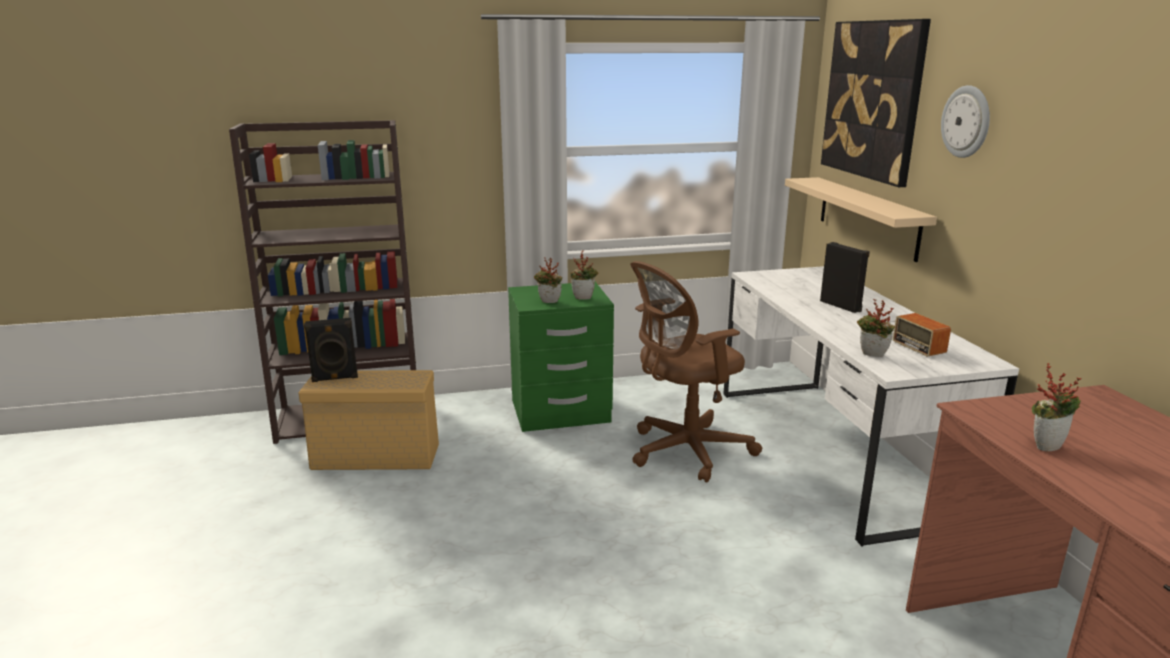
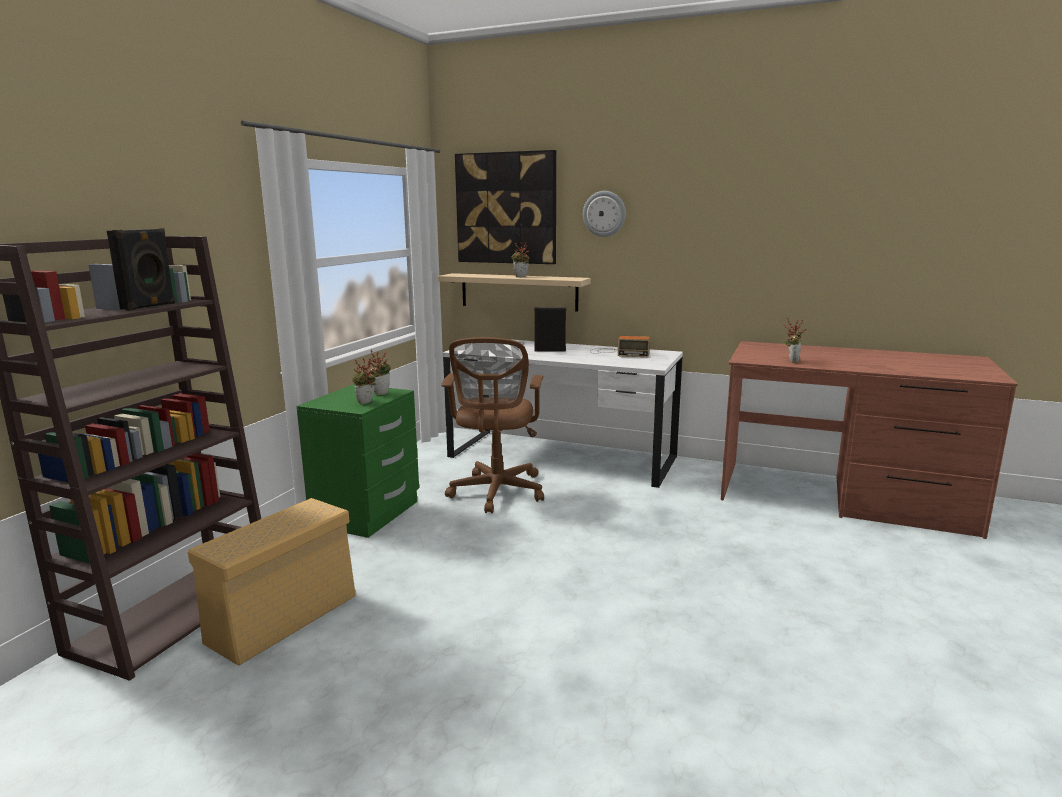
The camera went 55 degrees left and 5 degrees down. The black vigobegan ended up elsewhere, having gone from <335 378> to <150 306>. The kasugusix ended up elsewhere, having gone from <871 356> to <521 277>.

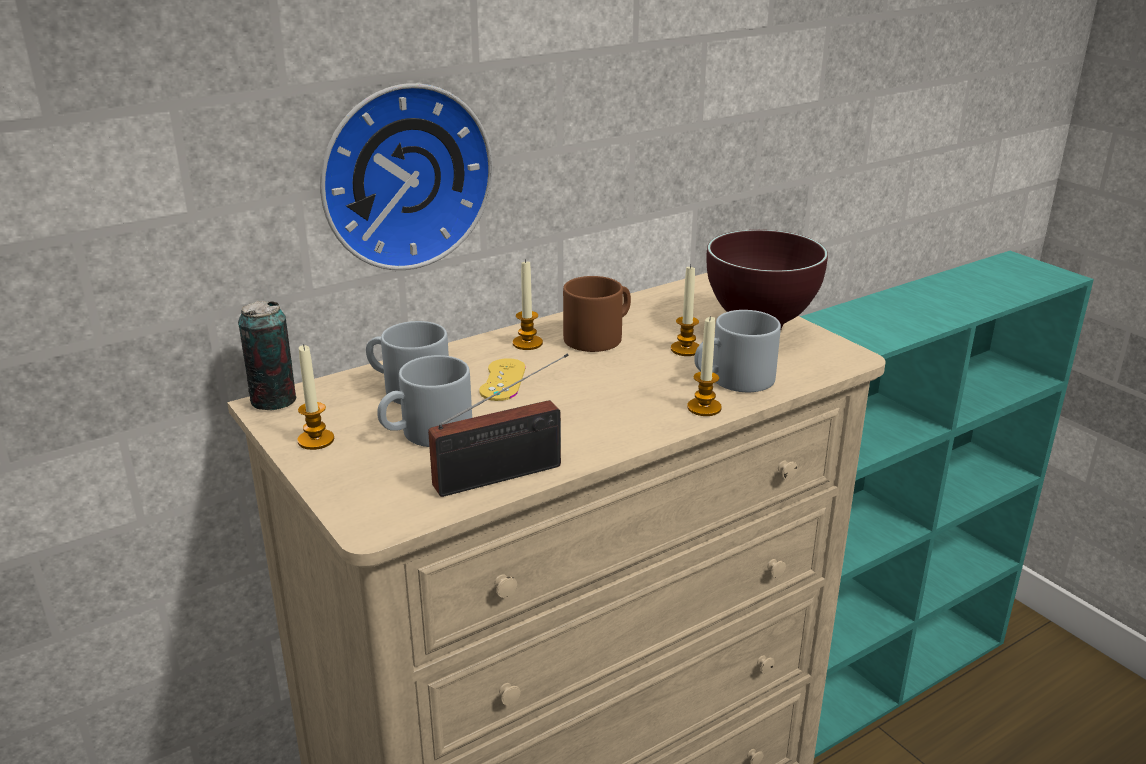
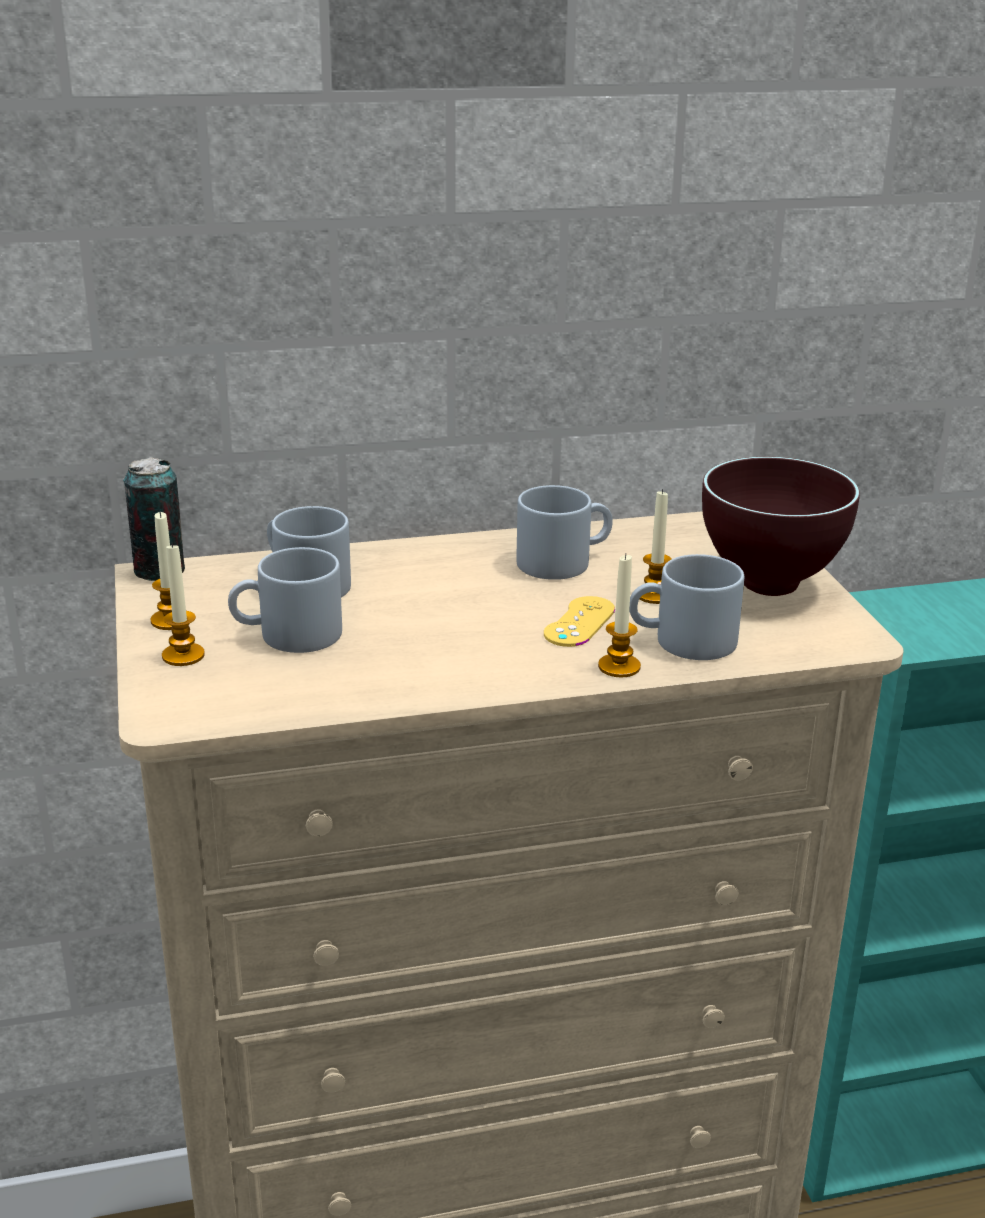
The camera went 20 degrees right and 0 degrees up. The second view lost the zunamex at <403 175>. The second view lost the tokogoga at <505 475>. The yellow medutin ended up elsewhere, having gone from <502 380> to <579 622>. The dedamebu ended up elsewhere, having gone from <527 343> to <183 655>. What was the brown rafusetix at <599 336> turned into the grey rafusetix at <564 561>.

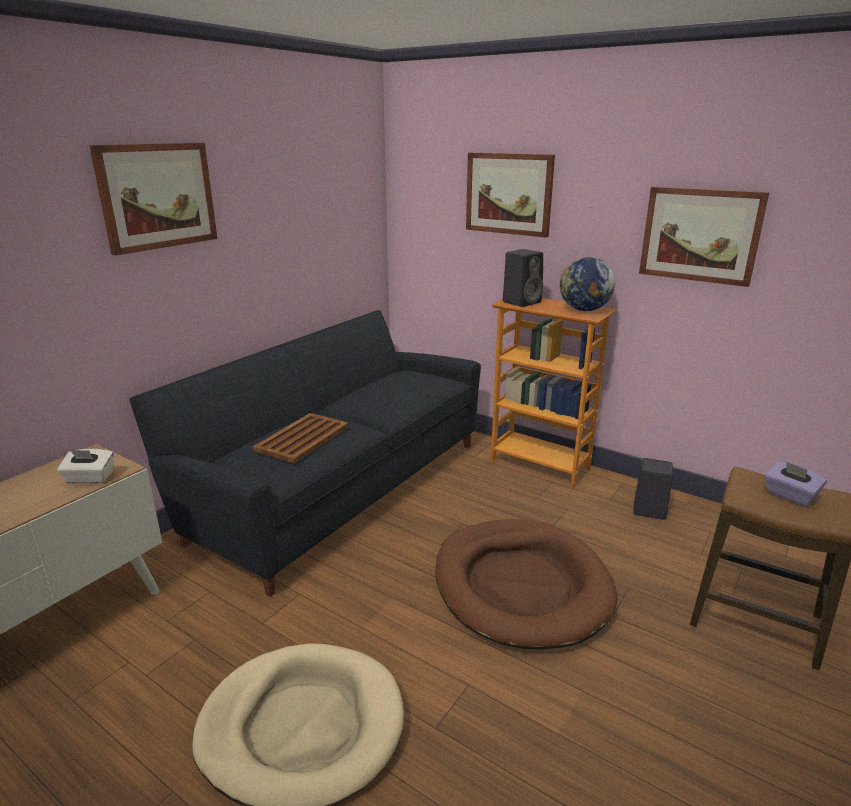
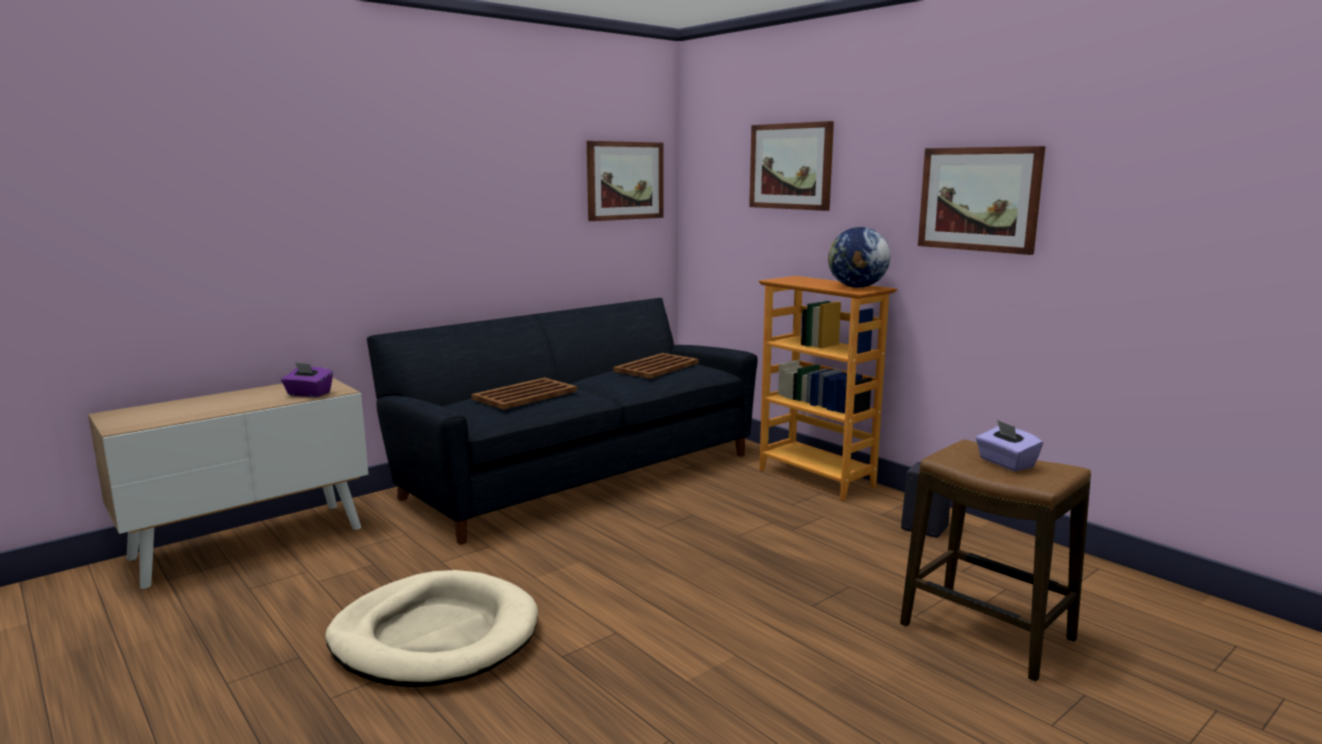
The camera went 15 degrees right and 10 degrees down. The second view lost the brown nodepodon at <521 586>. The second view lost the black vigobegan at <522 302>. The second view gained the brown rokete at <656 367>. The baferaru ended up elsewhere, having gone from <157 196> to <624 180>. What was the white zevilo at <89 478> turned into the purple zevilo at <308 394>.

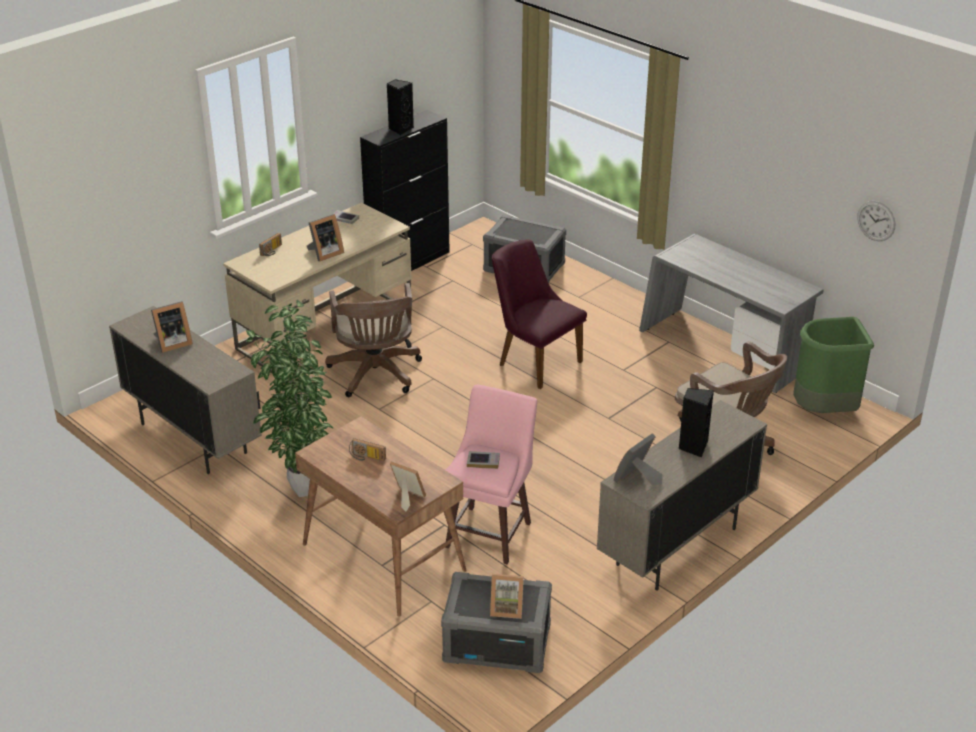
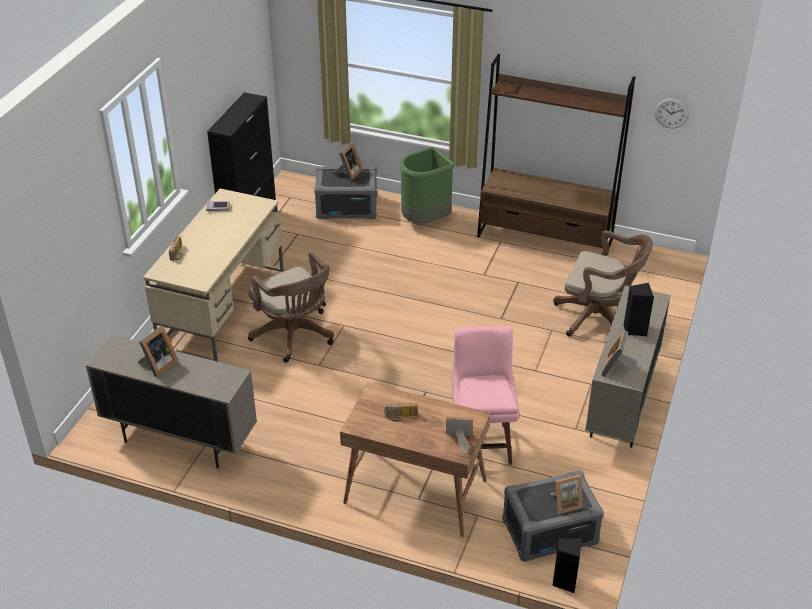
The camera went 25 degrees left and 5 degrees up. The second view lost the kasugusix at <301 488>. The second view lost the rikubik at <483 462>. The second view lost the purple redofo at <534 360>. The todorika ended up elsewhere, having gone from <324 253> to <348 174>. The black vigobegan ended up elsewhere, having gone from <400 129> to <564 581>. The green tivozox ended up elsewhere, having gone from <824 410> to <425 220>. Where the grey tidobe stood at <723 351>, the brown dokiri came to stand at <545 238>.

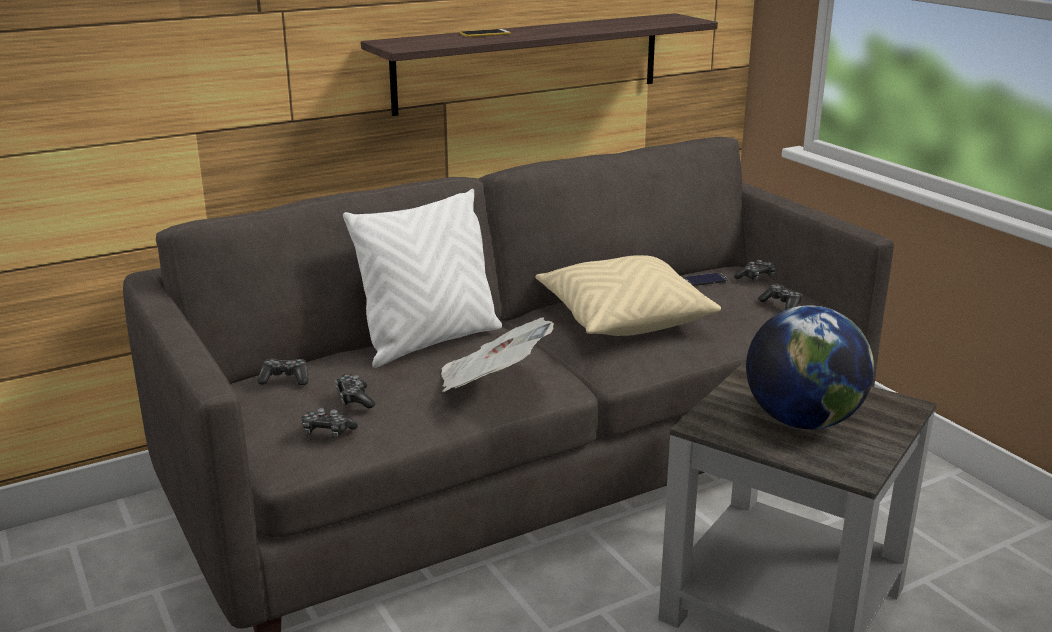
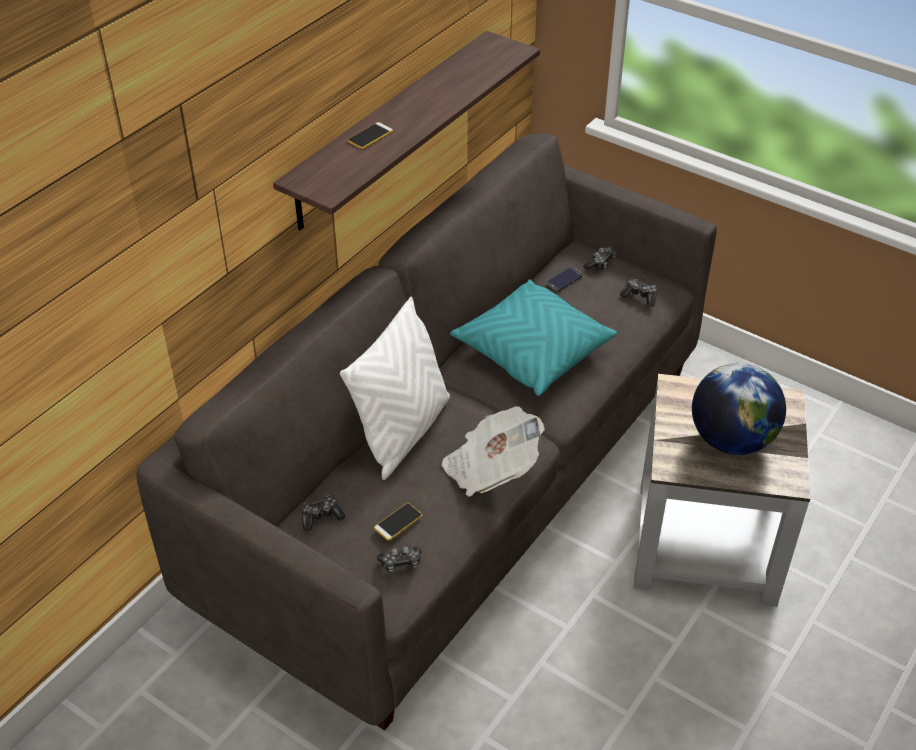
The camera went 25 degrees left and 20 degrees up. Where the medutin stood at <355 399>, the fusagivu came to stand at <398 522>. What was the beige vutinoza at <622 318> turned into the turquoise vutinoza at <532 351>.

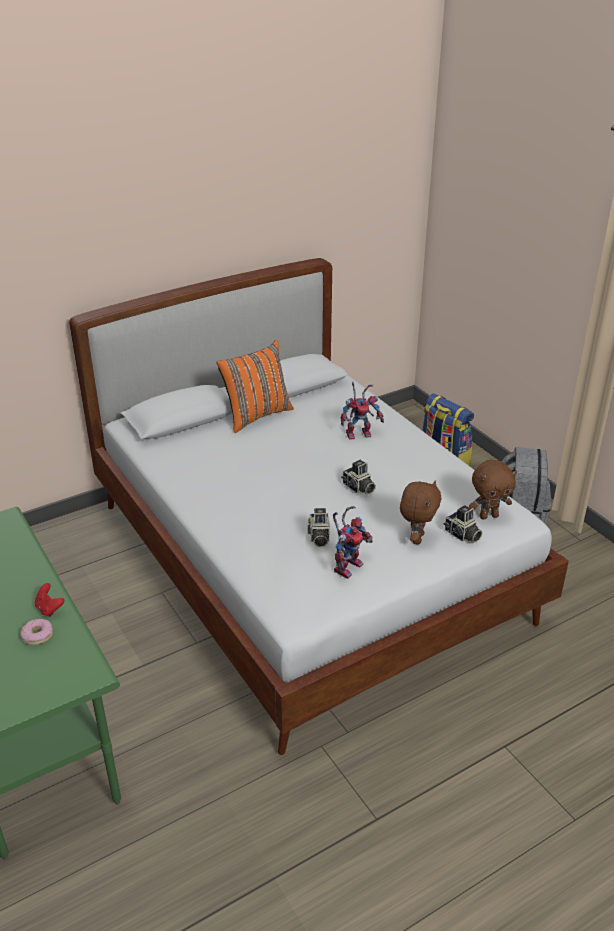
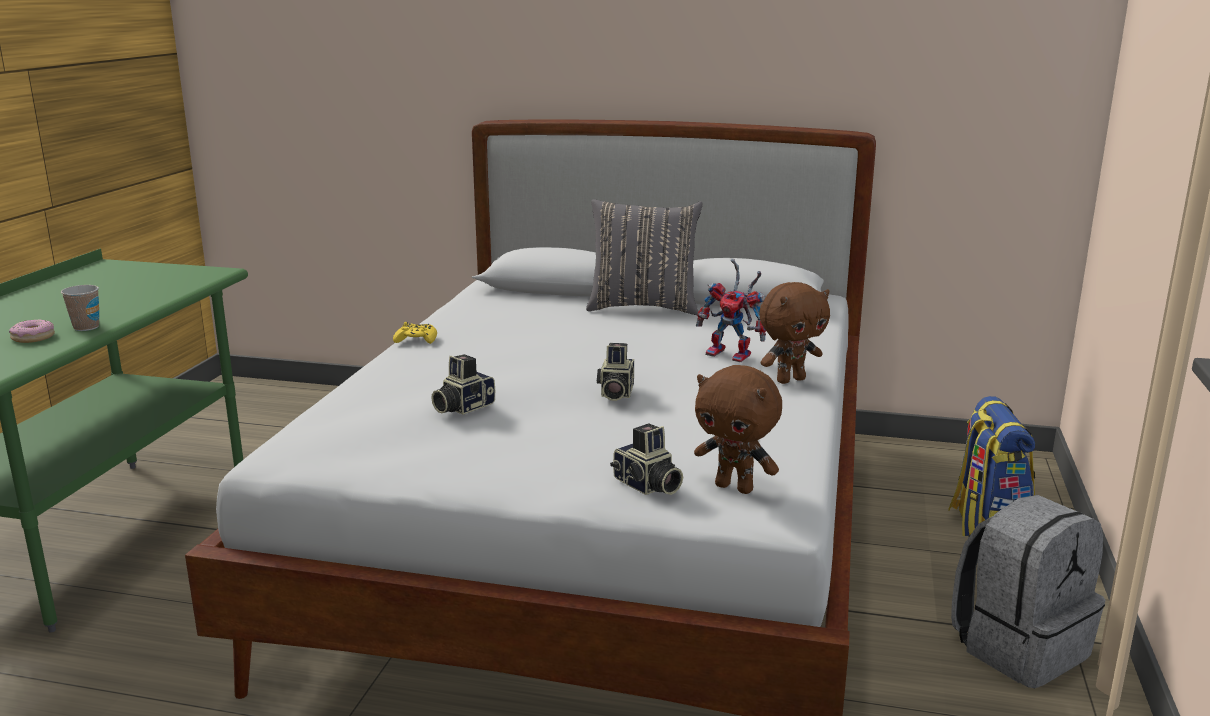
The camera went 45 degrees right and 15 degrees down. The second view lost the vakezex at <348 565>. The second view gained the yellow medutin at <416 340>. The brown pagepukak ended up elsewhere, having gone from <416 538> to <790 380>. Where the red medutin stood at <49 608>, the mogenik came to stand at <86 327>. What was the orange vutinoza at <256 415> turned into the grey vutinoza at <643 307>. The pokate at <462 535> ended up facing another way, 45 degrees counterclockwise from before.

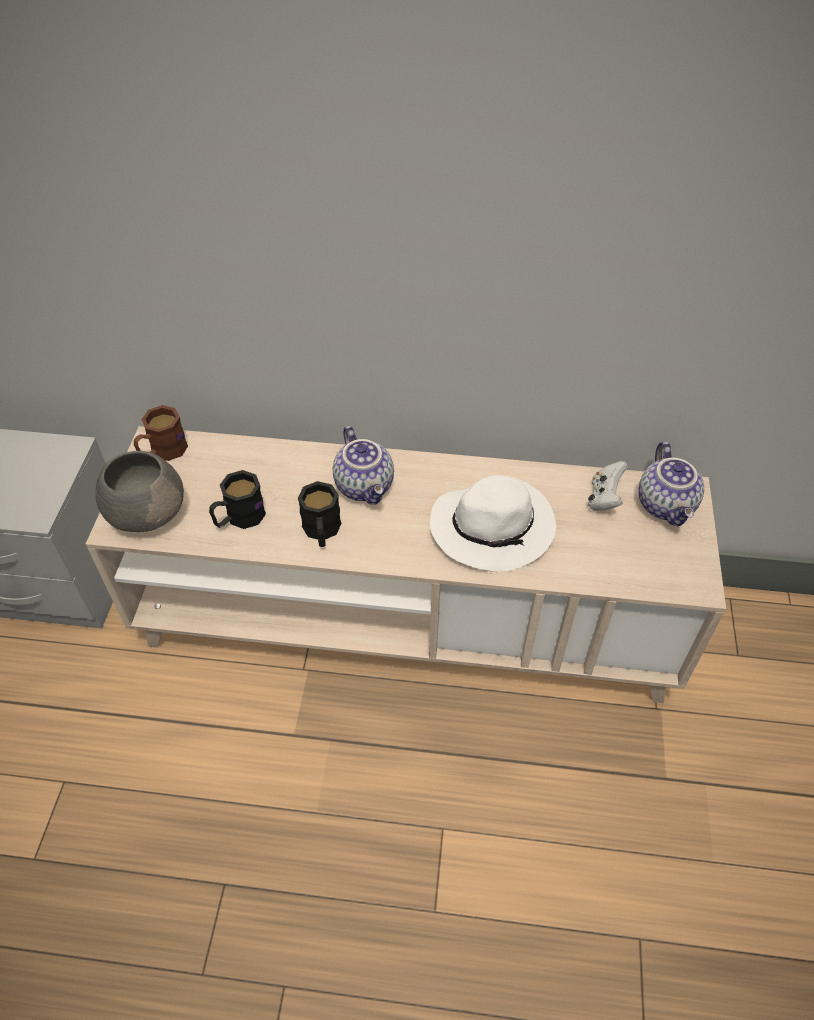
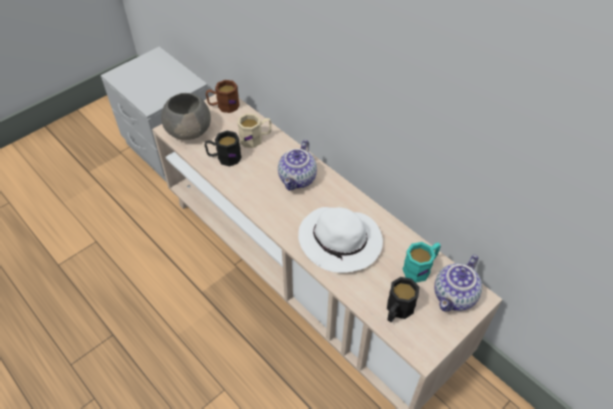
The camera went 40 degrees right and 0 degrees up. The second view gained the beige rafusetix at <256 139>. The black rafusetix ended up elsewhere, having gone from <322 532> to <397 311>. Where the white medutin stood at <604 498>, the turquoise rafusetix came to stand at <421 267>.

